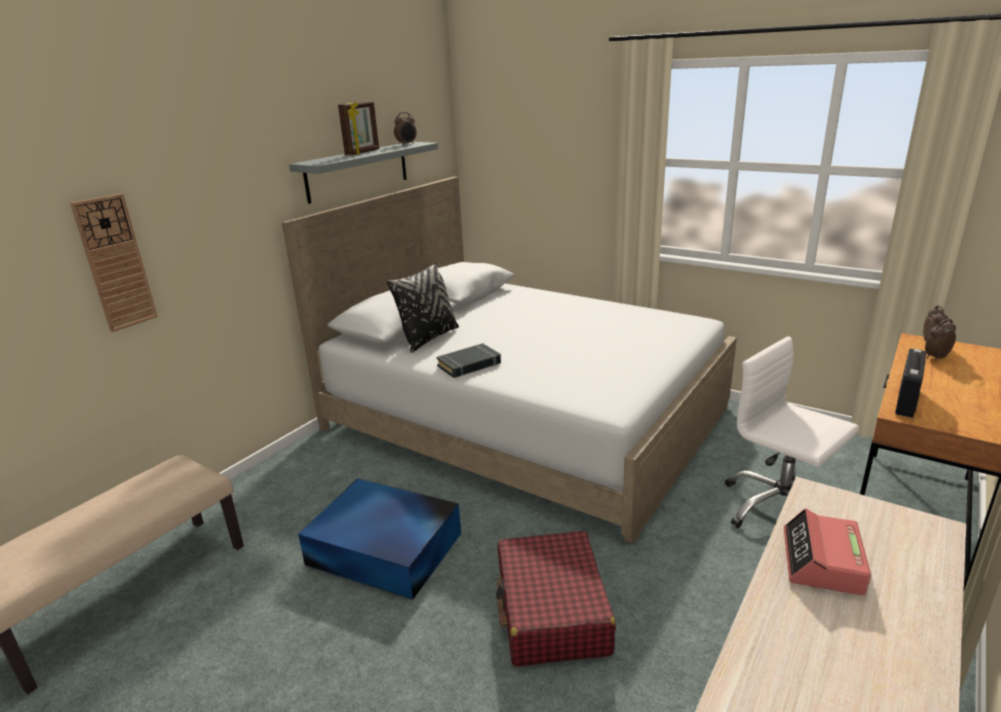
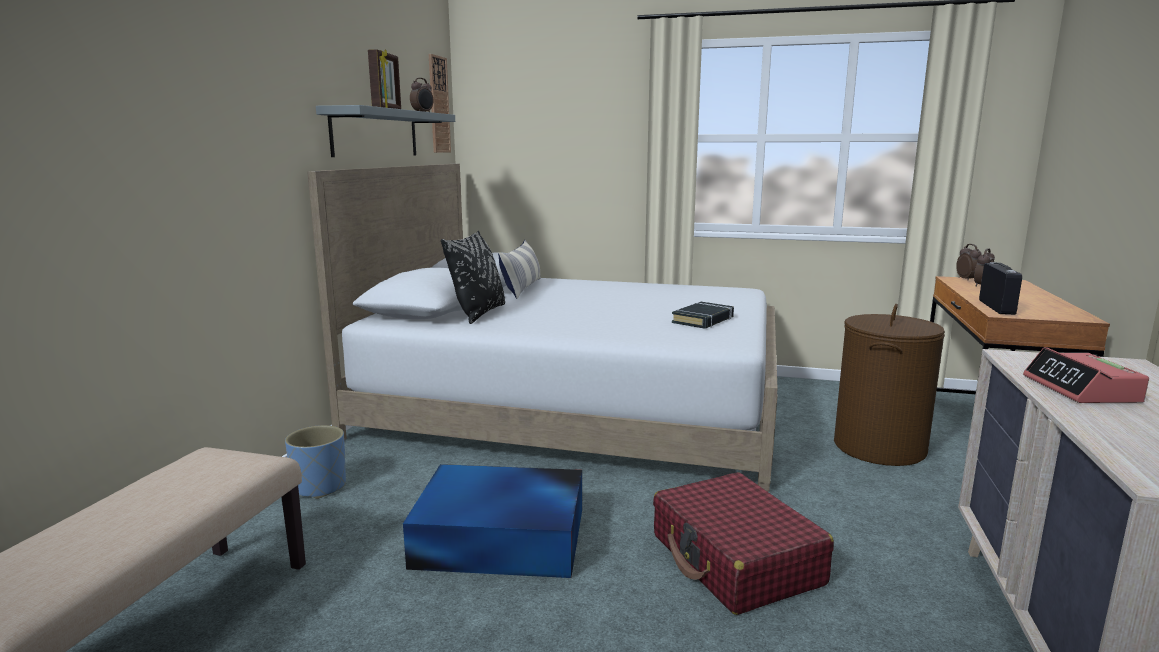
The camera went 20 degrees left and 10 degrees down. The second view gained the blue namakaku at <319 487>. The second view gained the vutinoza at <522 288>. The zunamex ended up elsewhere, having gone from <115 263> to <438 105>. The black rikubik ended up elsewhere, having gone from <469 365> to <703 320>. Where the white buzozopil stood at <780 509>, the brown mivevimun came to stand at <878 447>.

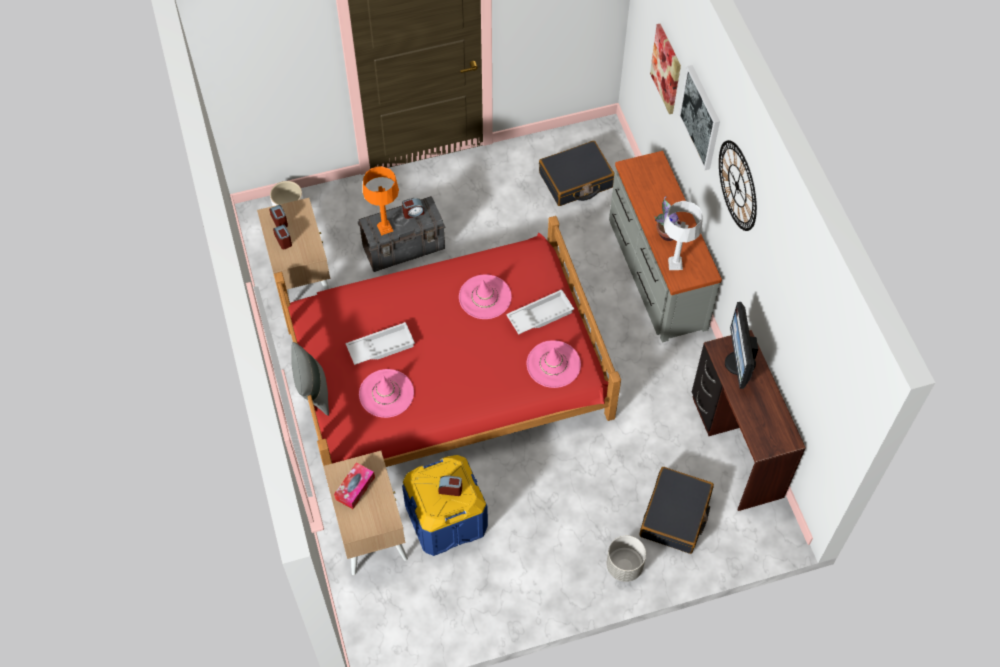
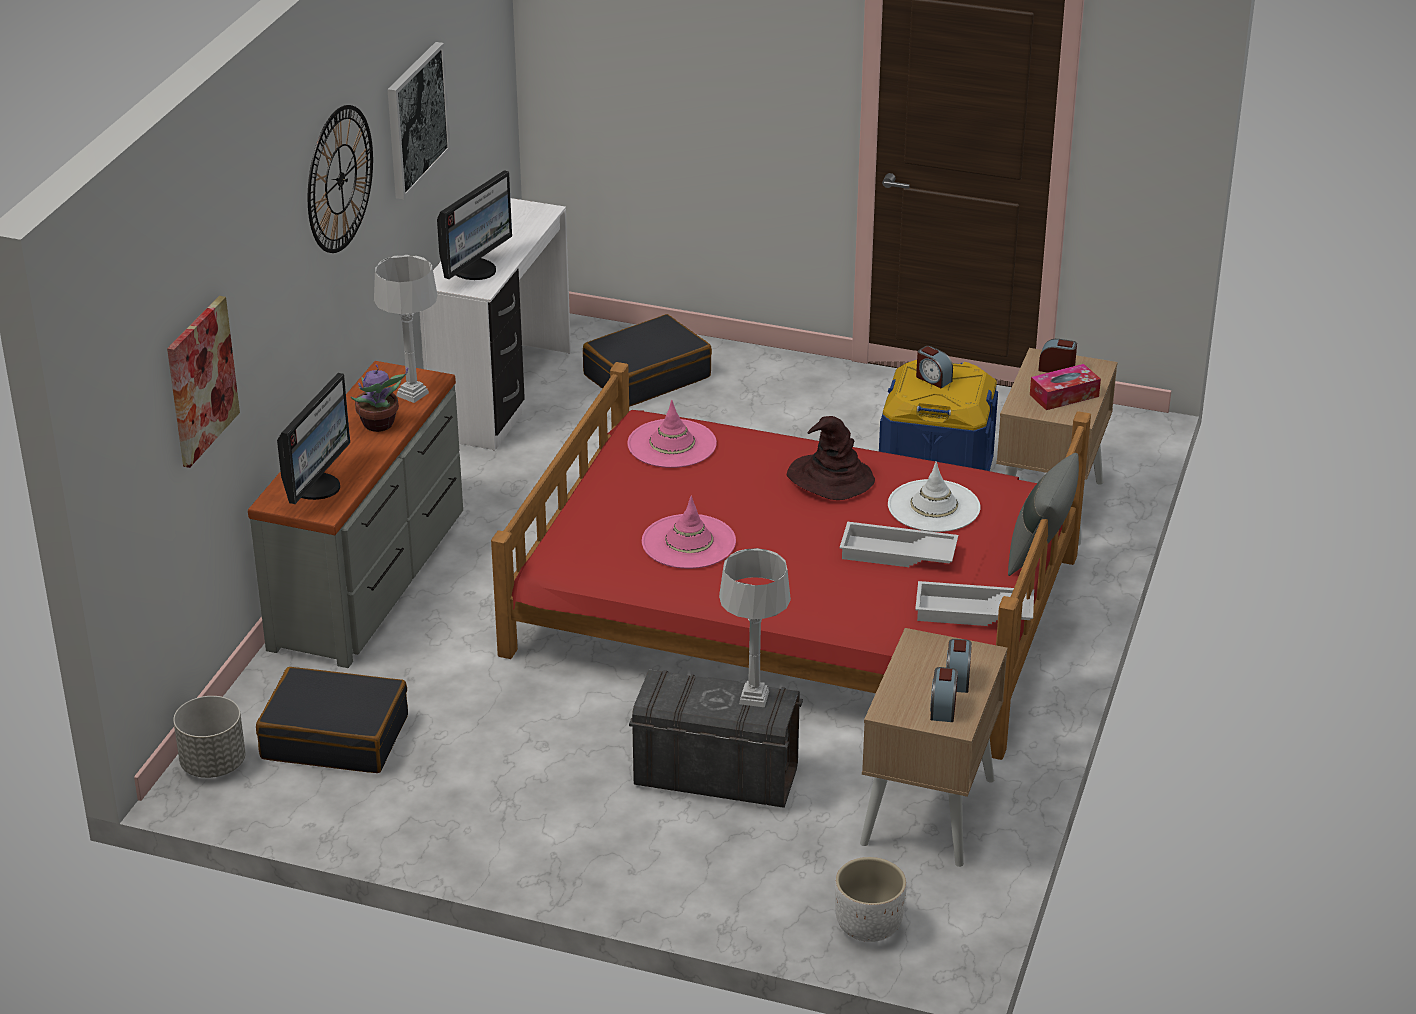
The camera went 145 degrees left and 25 degrees down. The second view gained the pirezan at <316 486>. The second view gained the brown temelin at <829 479>. The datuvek ended up elsewhere, having gone from <413 212> to <1057 368>. The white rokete ended up elsewhere, having gone from <540 315> to <972 613>. The grey namakaku ended up elsewhere, having gone from <624 566> to <214 764>. The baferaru ended up elsewhere, having gone from <701 117> to <415 119>. What was the pink temelin at <386 393> turned into the white temelin at <934 507>. What was the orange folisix at <385 228> turned into the grey folisix at <753 697>. What was the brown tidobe at <735 447> turned into the white tidobe at <503 394>.

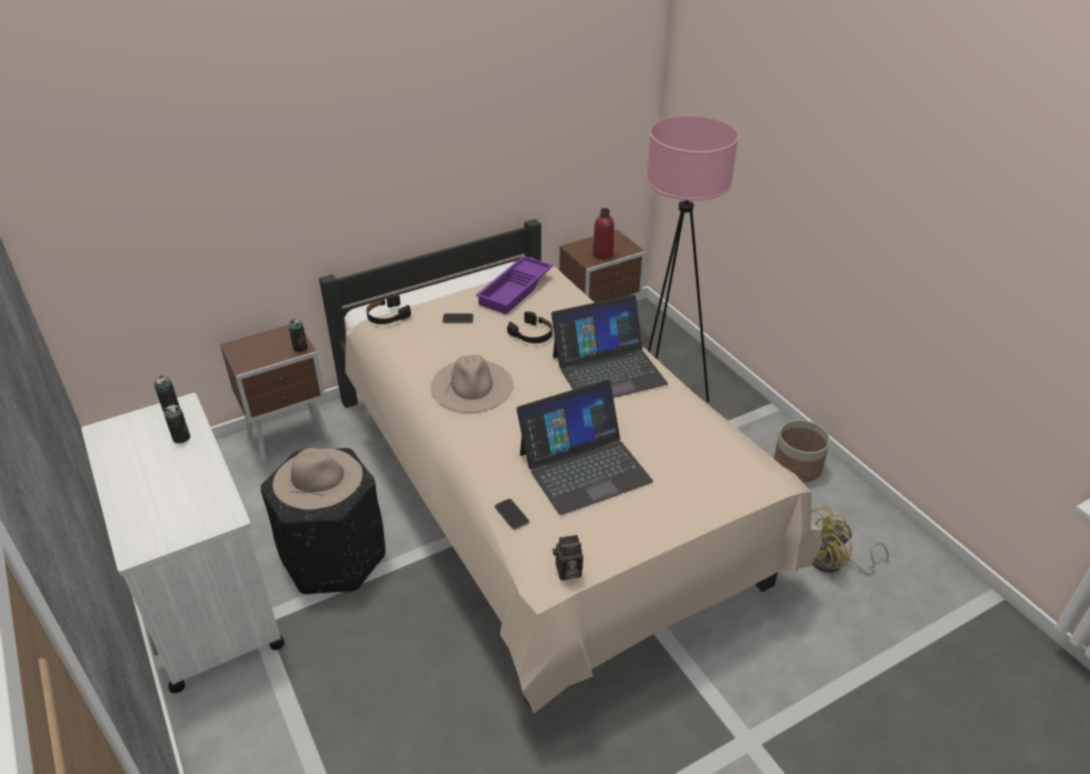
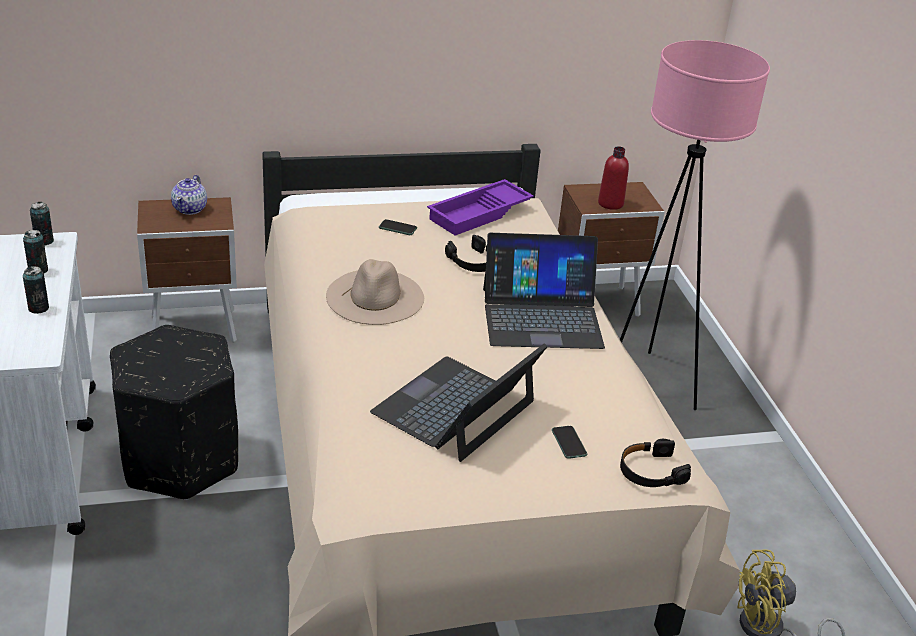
The camera went 15 degrees right and 5 degrees down. The second view lost the beige temelin at <318 478>. The second view lost the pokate at <567 572>. The second view lost the namakaku at <796 466>. The second view gained the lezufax at <190 209>. The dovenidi ended up elsewhere, having gone from <300 348> to <38 308>. The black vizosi ended up elsewhere, having gone from <387 316> to <650 471>. The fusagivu ended up elsewhere, having gone from <511 514> to <569 443>. The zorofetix at <584 467> ended up facing another way, 135 degrees clockwise from before.

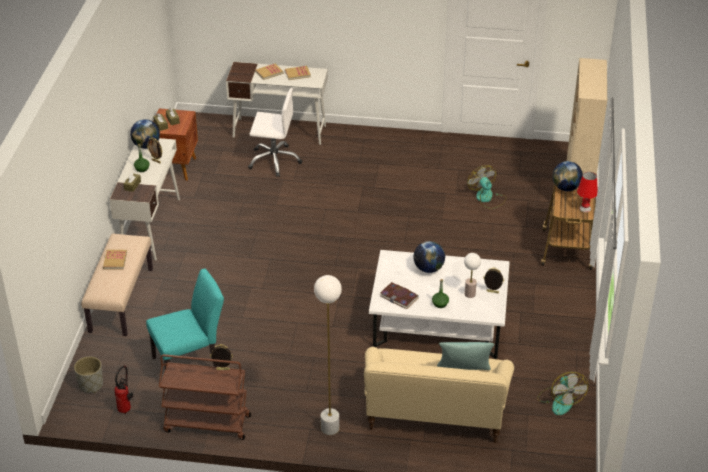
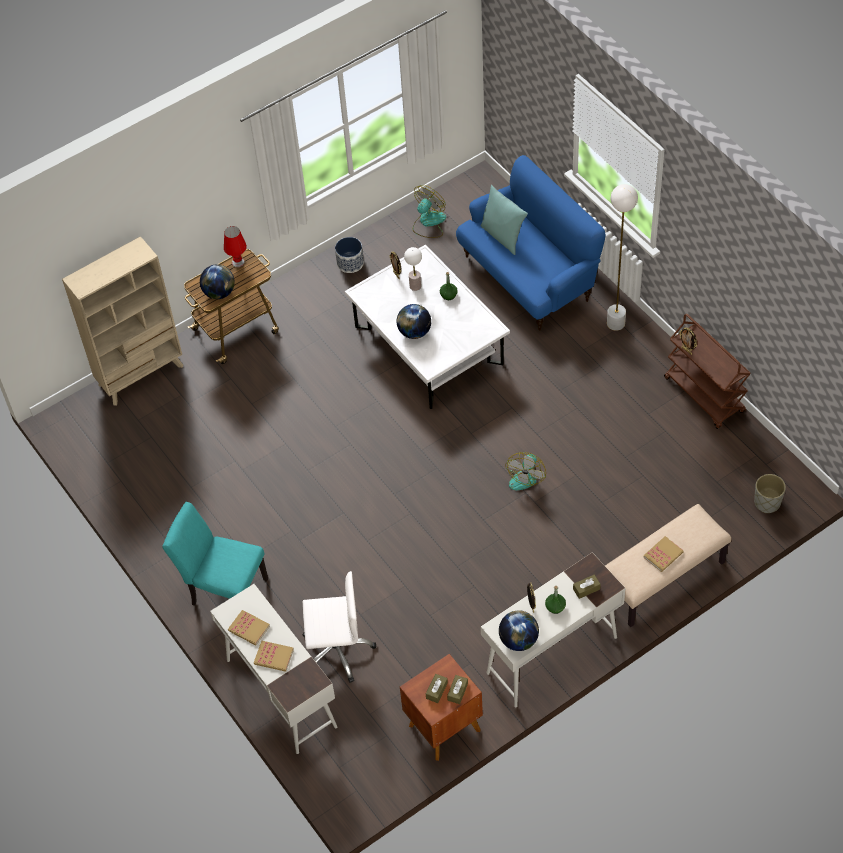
The camera went 130 degrees left and 15 degrees up. The second view lost the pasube at <126 408>. The second view lost the rikubik at <399 297>. The second view gained the namakaku at <350 263>. The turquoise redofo ended up elsewhere, having gone from <190 362> to <224 590>. The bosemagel ended up elsewhere, having gone from <487 198> to <525 475>. What was the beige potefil at <435 415> turned into the blue potefil at <528 277>. The white buzozopil at <274 160> ended up facing another way, 120 degrees clockwise from before.

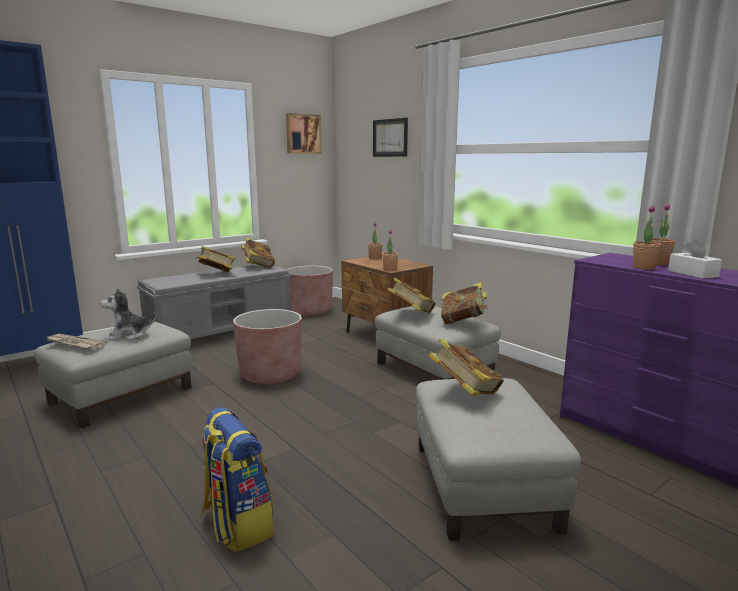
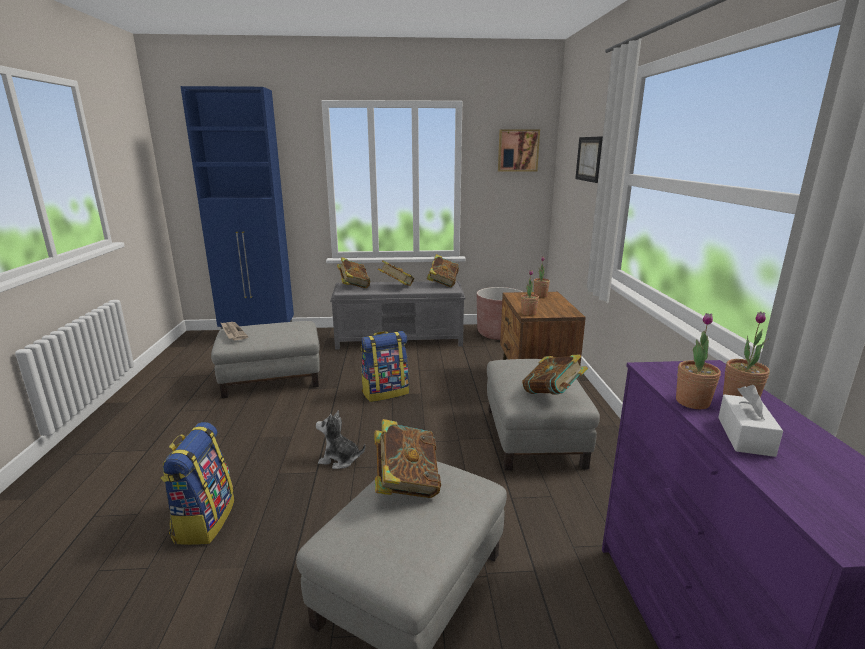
The camera went 35 degrees right and 5 degrees up. The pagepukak ended up elsewhere, having gone from <129 335> to <339 459>. The rikubik ended up elsewhere, having gone from <411 313> to <354 286>. Where the brown namakaku stood at <270 374>, the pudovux came to stand at <385 392>.

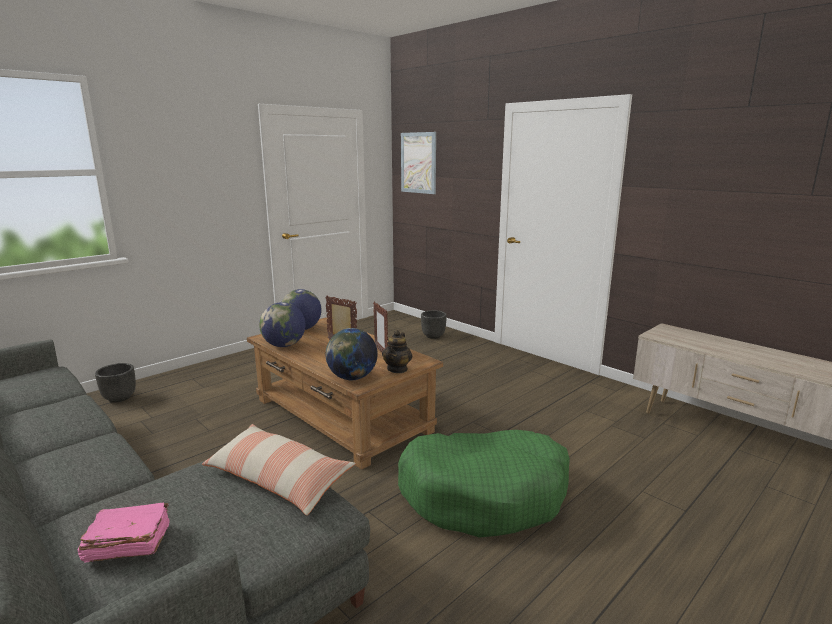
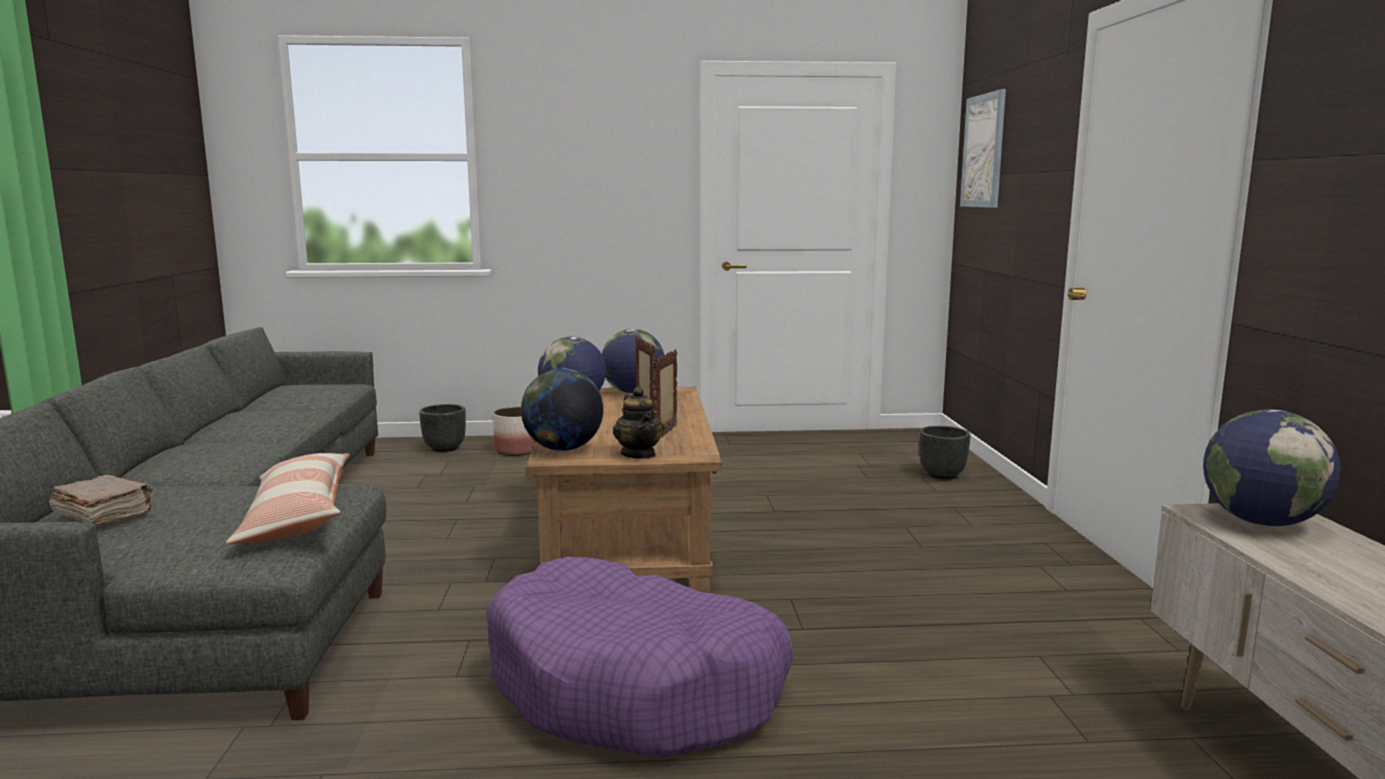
The camera went 40 degrees right and 5 degrees down. The second view gained the namakaku at <517 450>. The second view gained the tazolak at <1261 522>. What was the pink rikubik at <127 544> turned into the brown rikubik at <104 516>. What was the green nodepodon at <484 494> turned into the purple nodepodon at <636 687>. The lezufax at <397 369> ended up facing another way, 75 degrees counterclockwise from before.

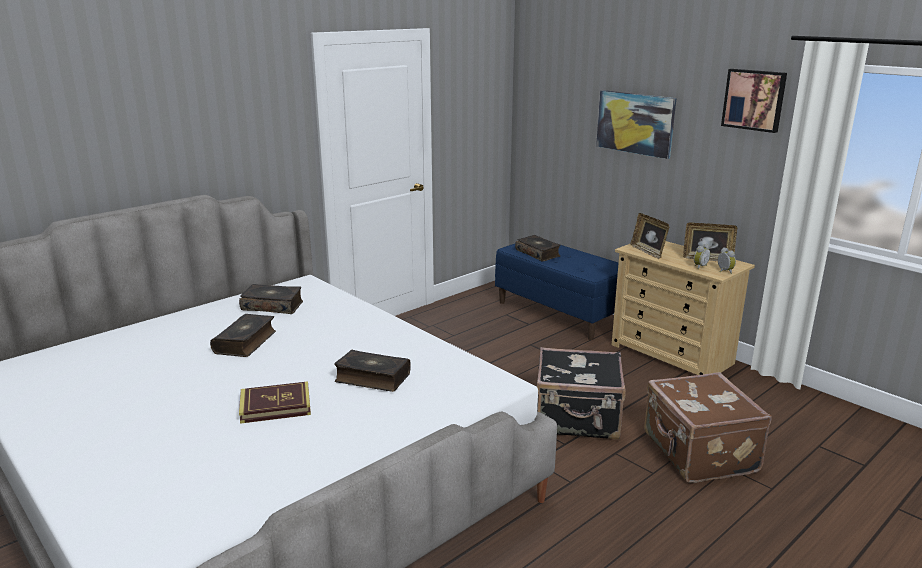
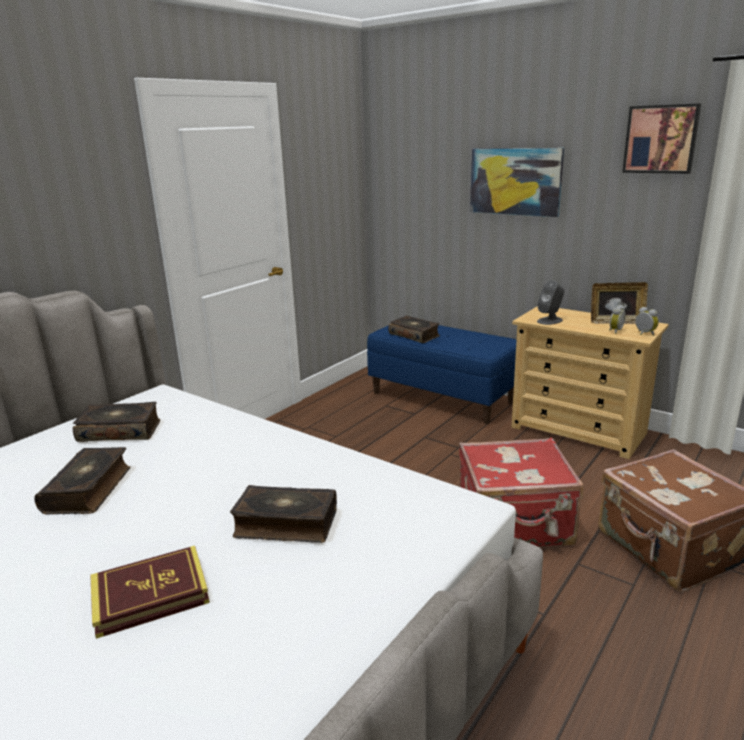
The camera went 10 degrees left and 0 degrees up. Where the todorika stood at <648 252>, the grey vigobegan came to stand at <550 321>. What was the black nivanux at <577 419> turned into the red nivanux at <515 524>.

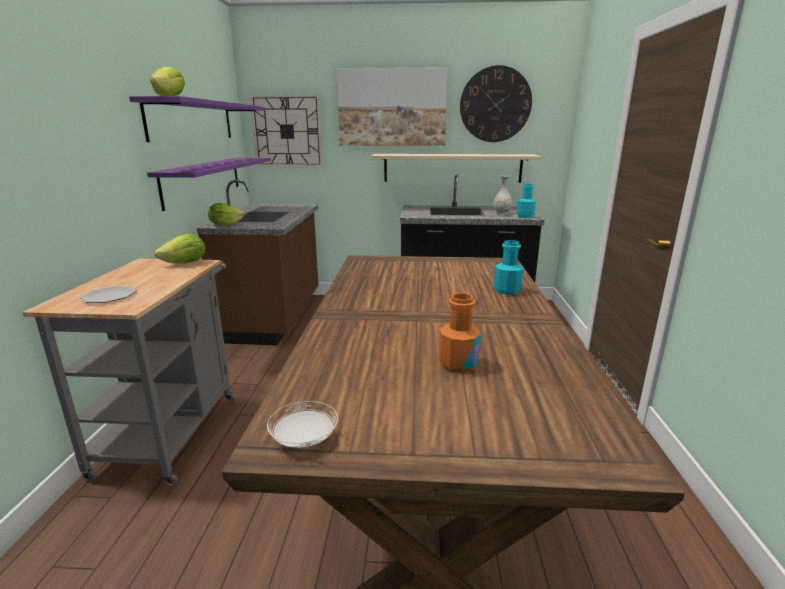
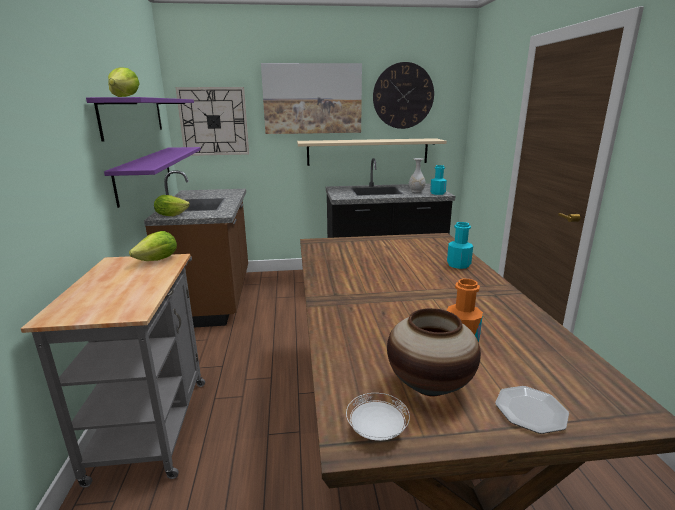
The camera went 10 degrees left and 0 degrees up. The second view gained the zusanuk at <429 386>. The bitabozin ended up elsewhere, having gone from <110 296> to <530 410>.

